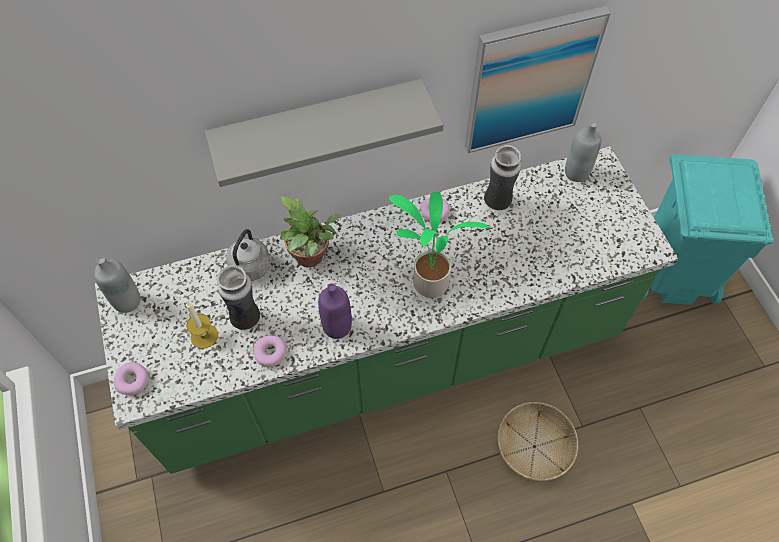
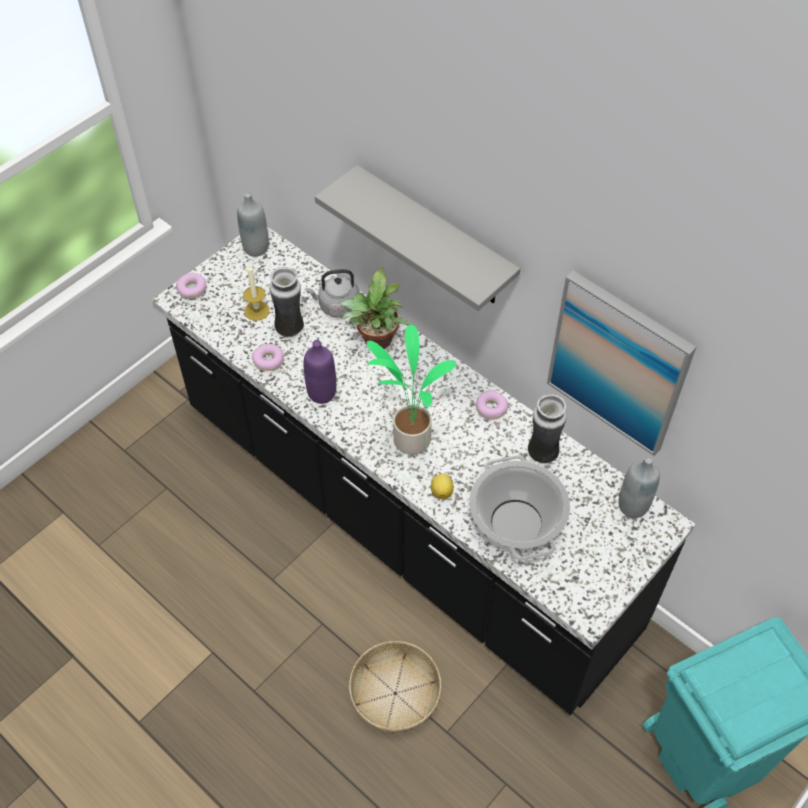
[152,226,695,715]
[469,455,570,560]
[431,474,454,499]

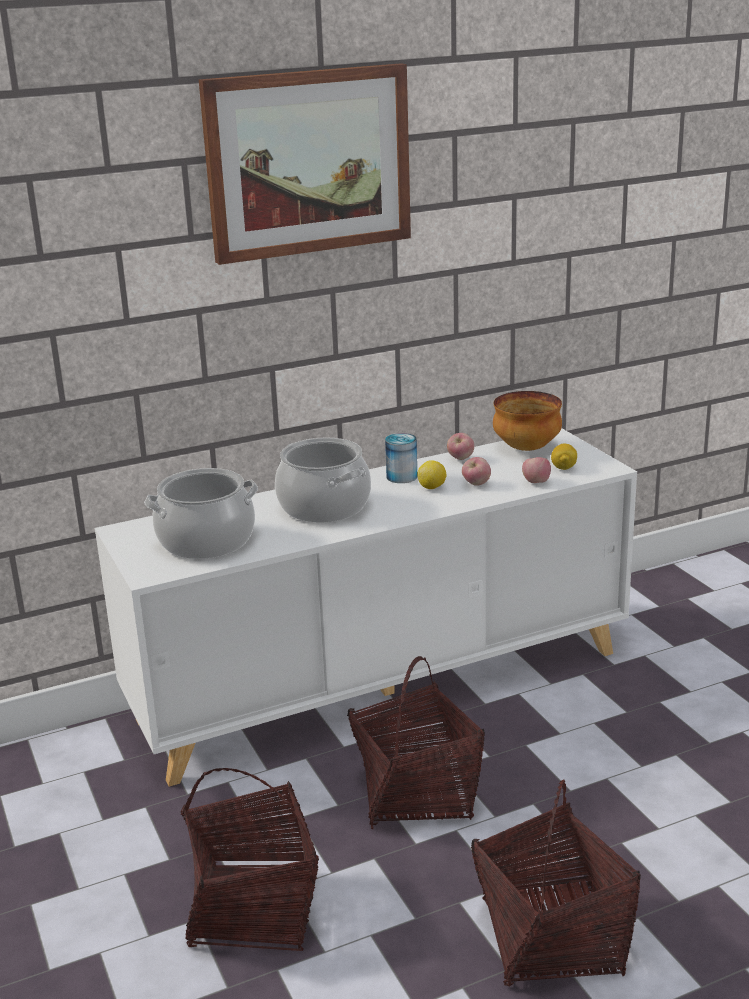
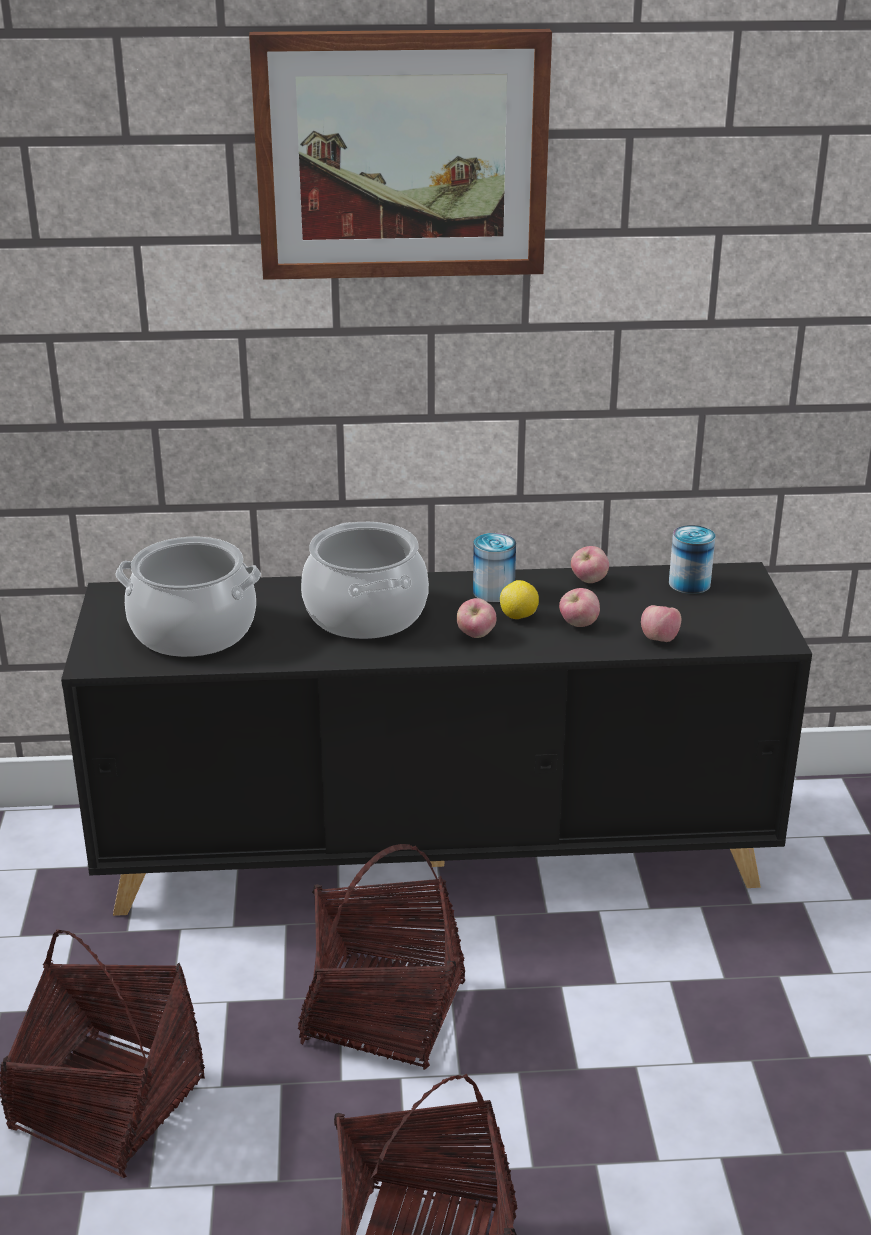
[669,525,716,594]
[61,562,812,916]
[551,444,577,470] (first image)
[457,598,496,638]

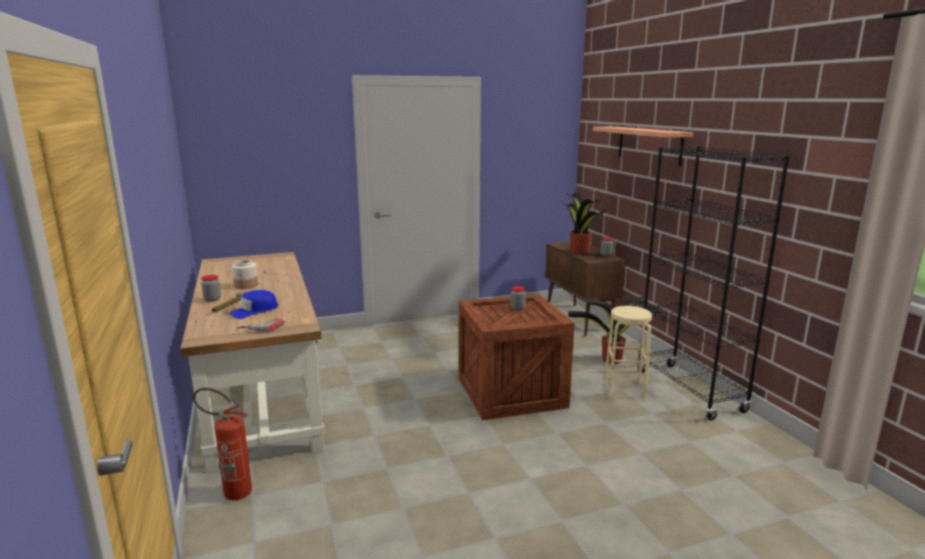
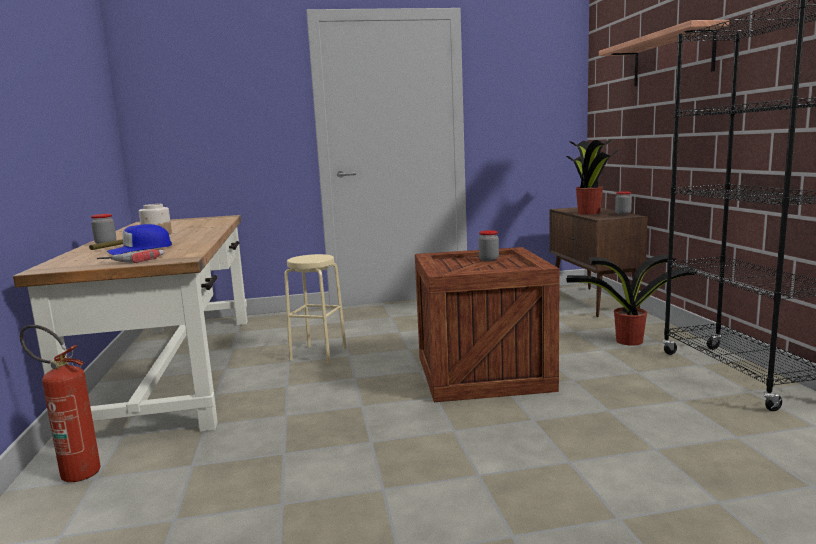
[284,254,347,363]

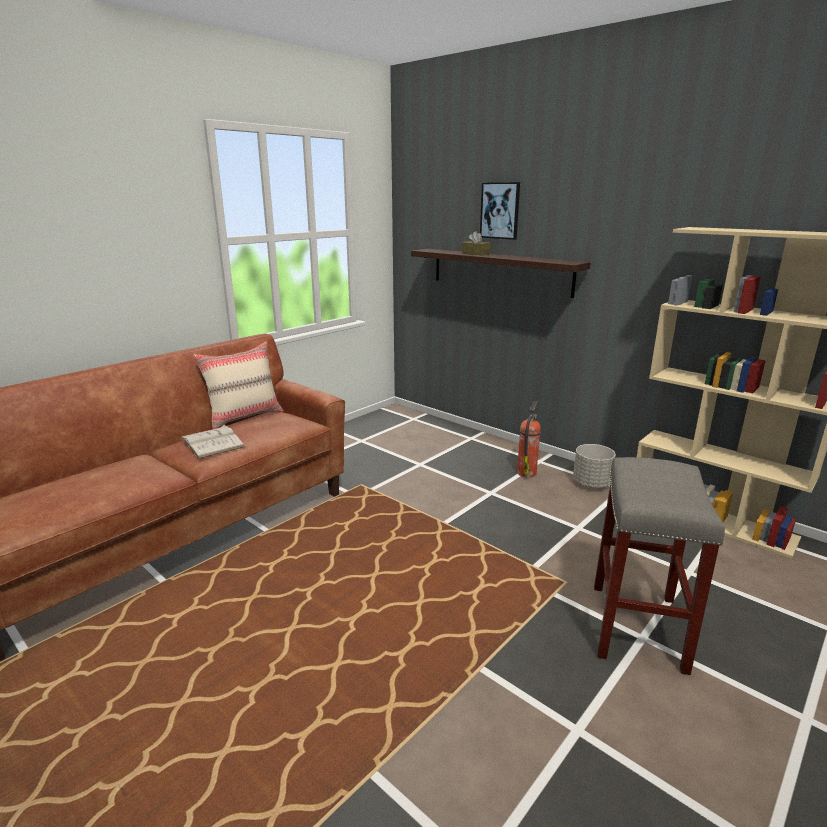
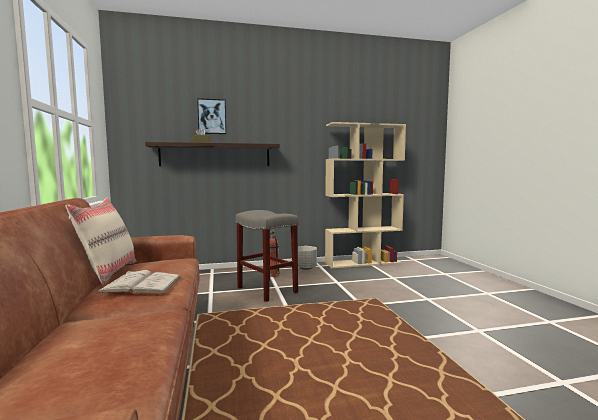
[236,210,299,302]

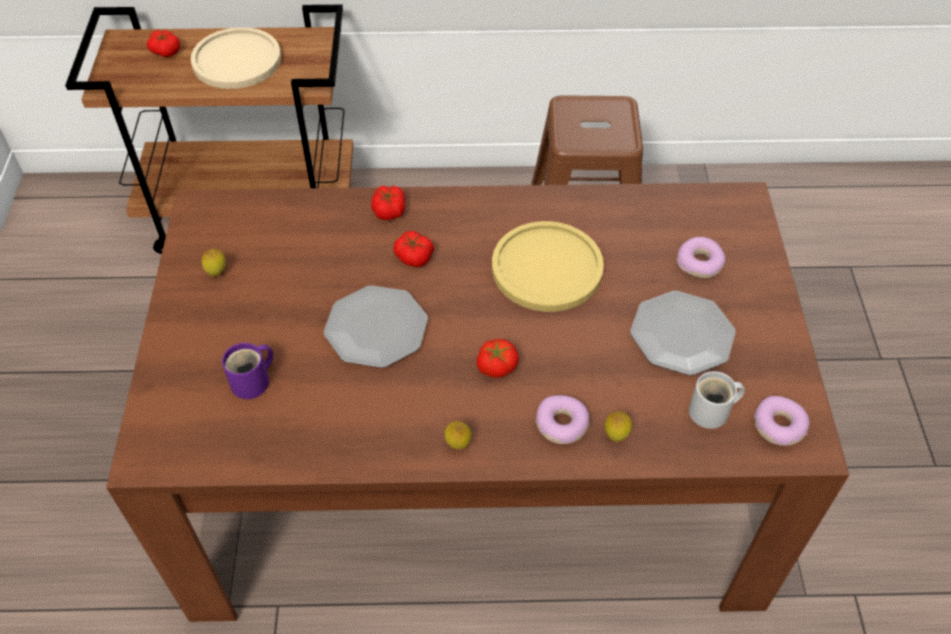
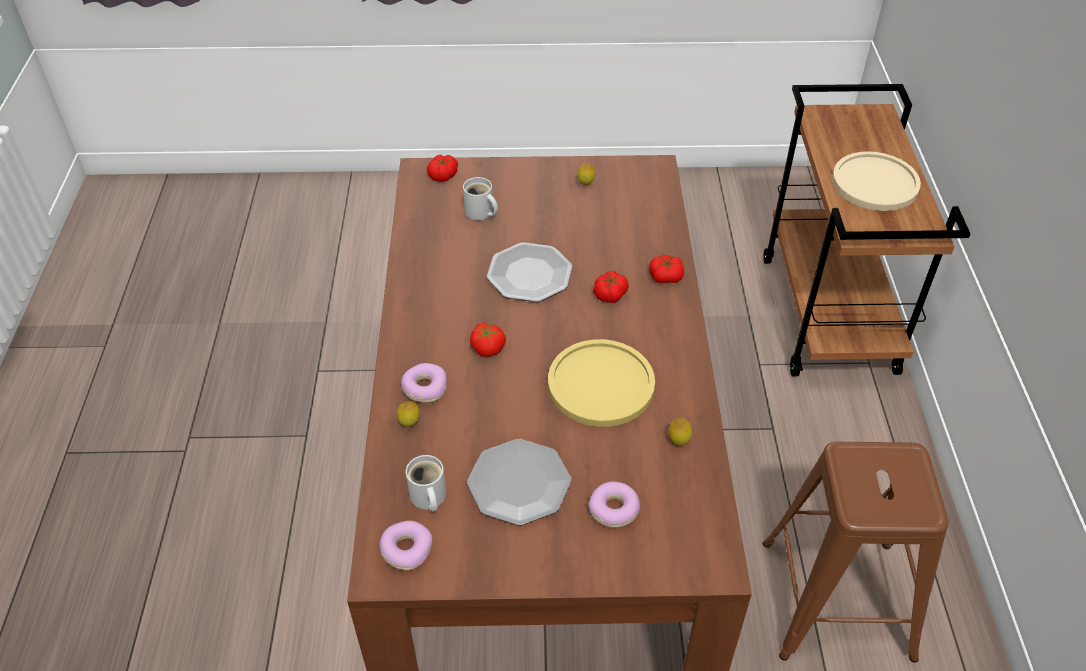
[427,154,458,182]
[463,177,498,221]
[669,418,692,446]

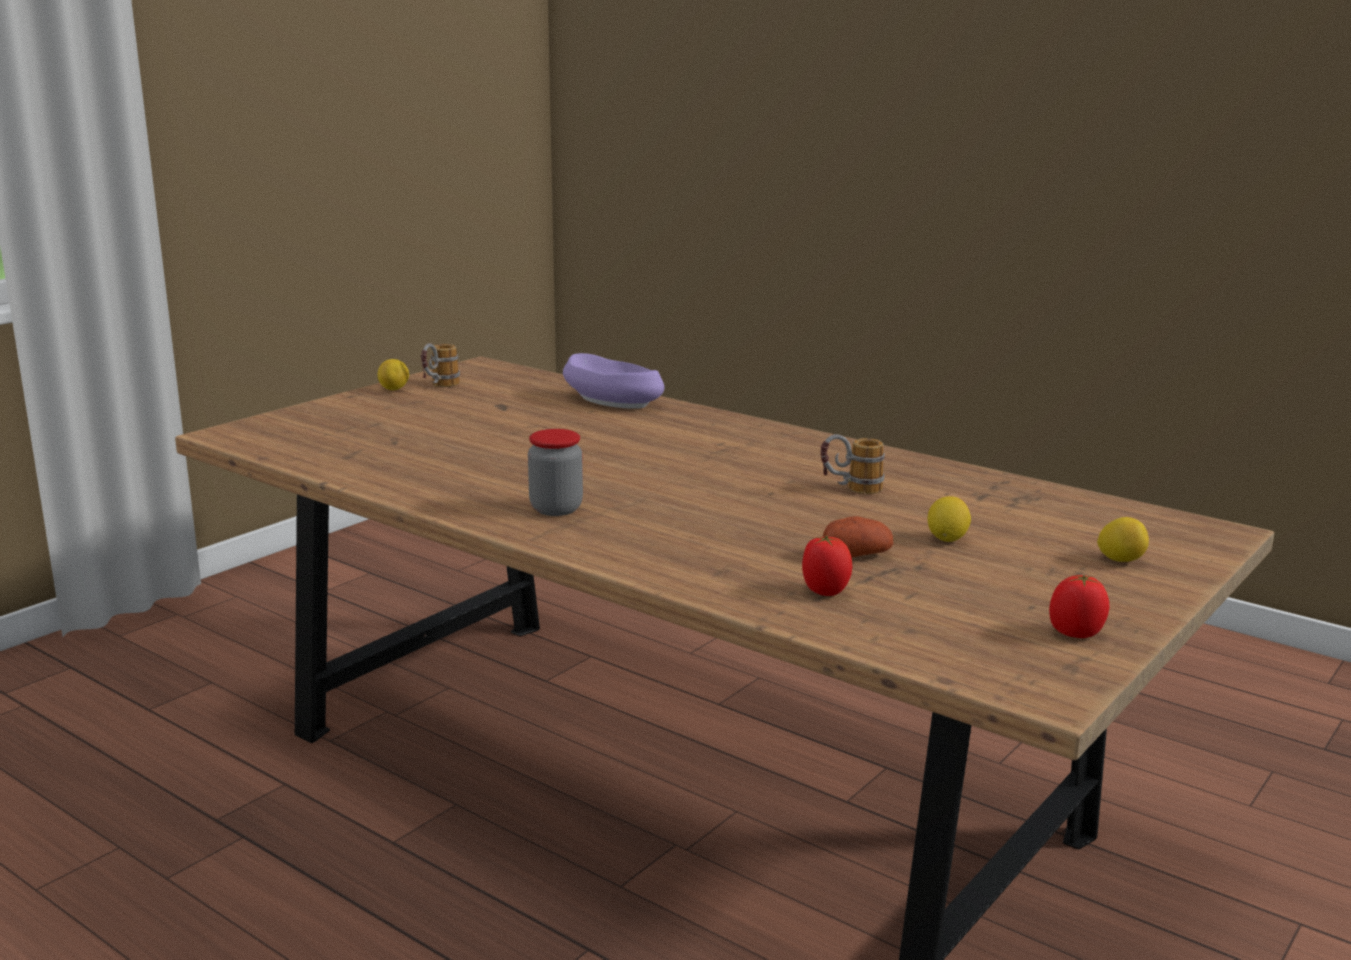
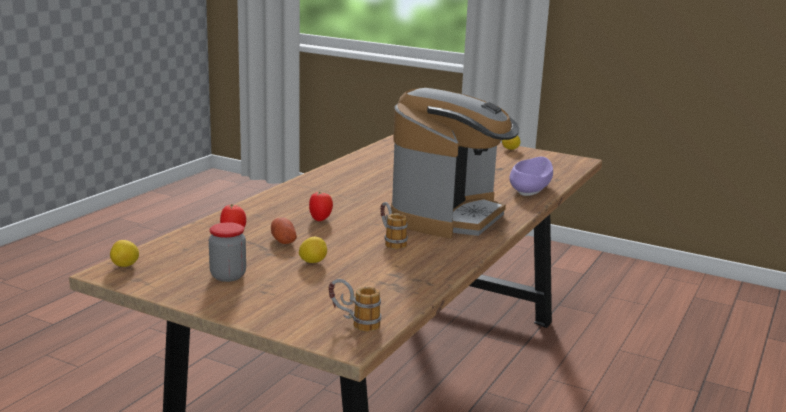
[329,279,381,332]
[209,222,246,282]
[110,240,139,267]
[309,192,333,221]
[391,88,519,238]

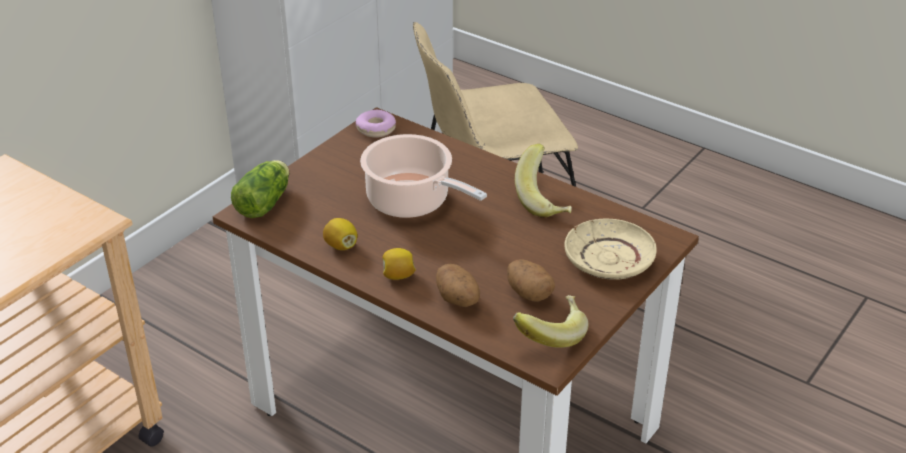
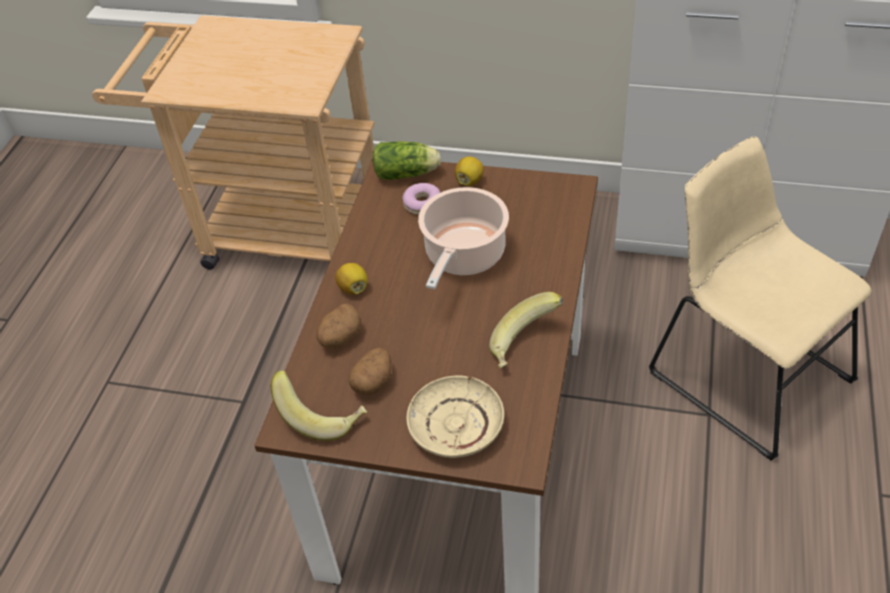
[402,183,440,215]
[455,156,484,186]

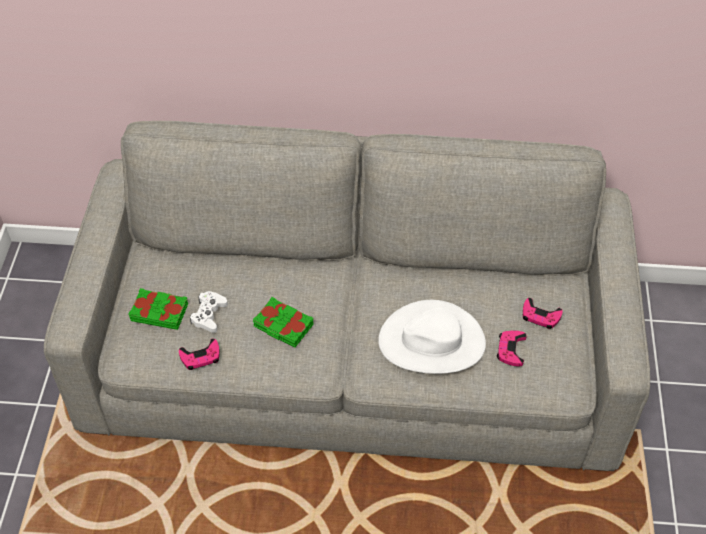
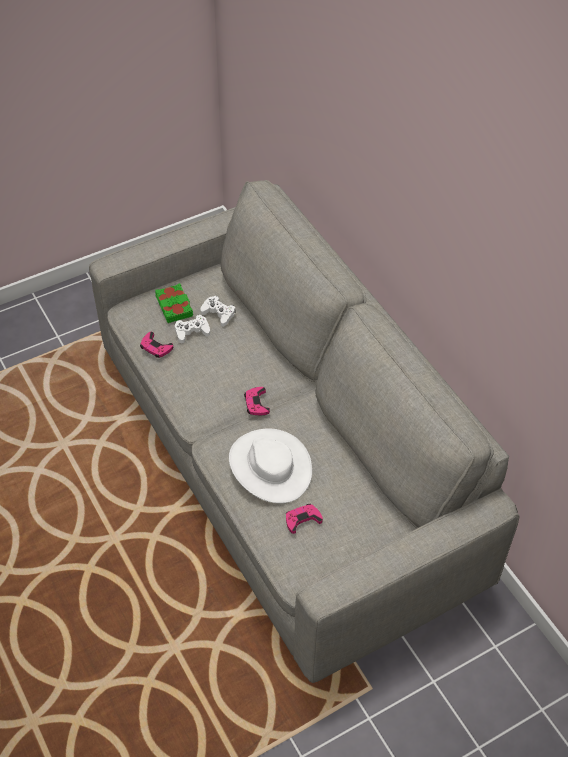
[253,297,314,348] (first image)
[244,387,270,416]
[200,296,236,327]

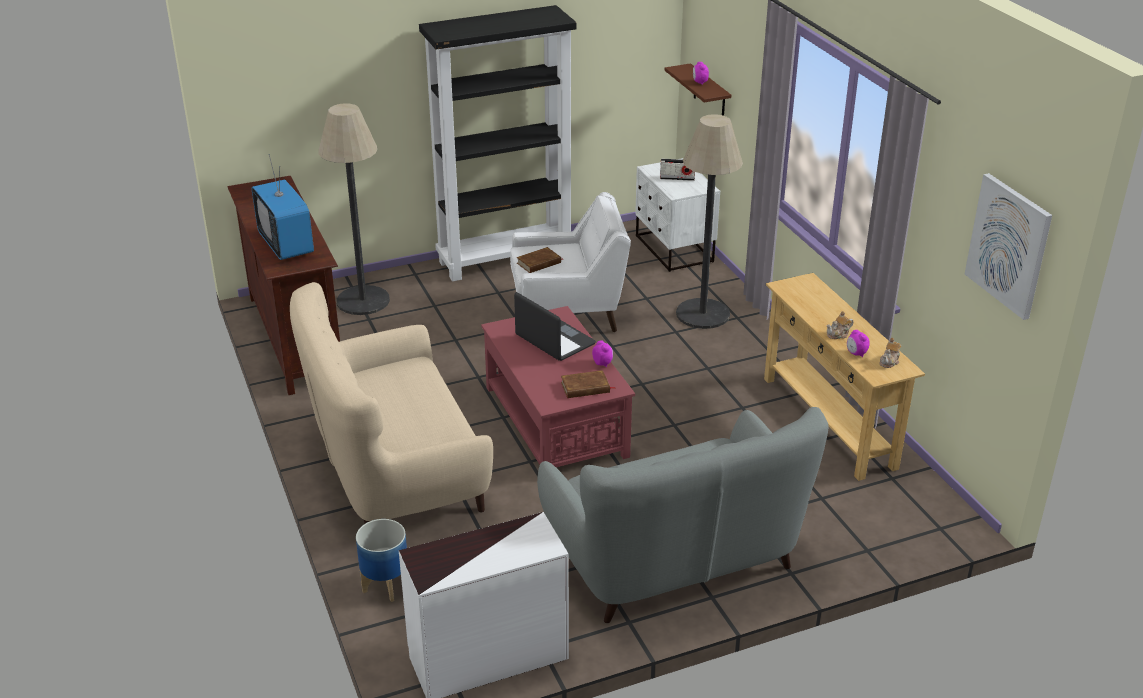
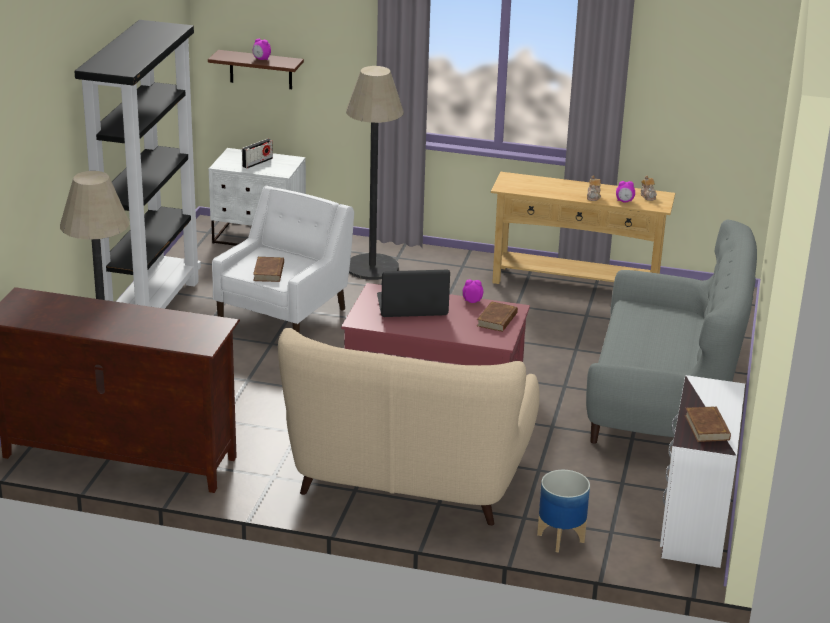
[252,154,314,260] (first image)
[965,173,1052,320] (first image)
[685,406,731,442]

